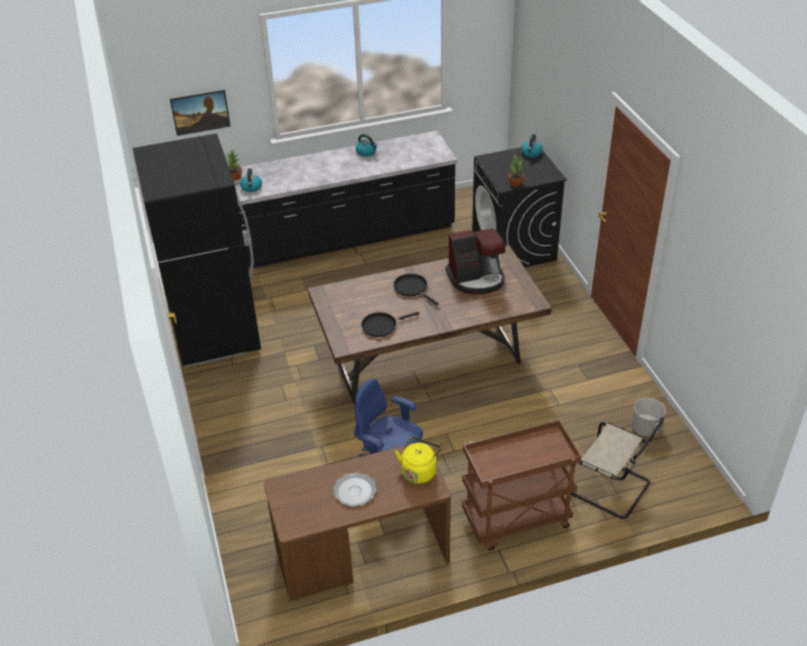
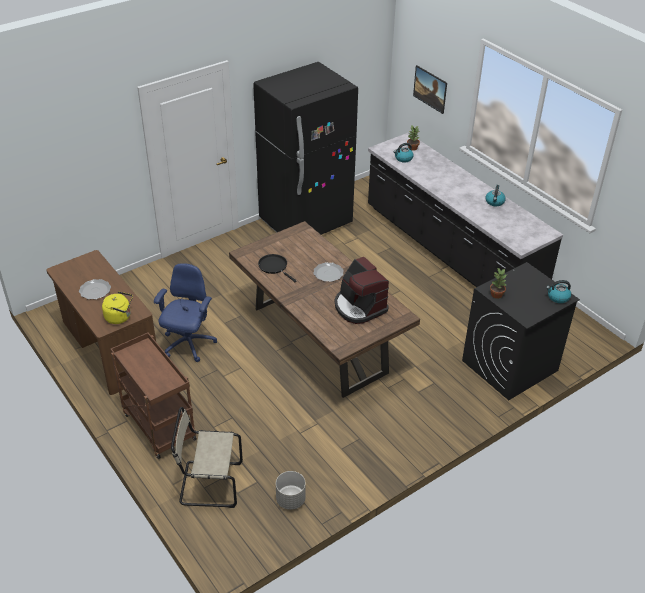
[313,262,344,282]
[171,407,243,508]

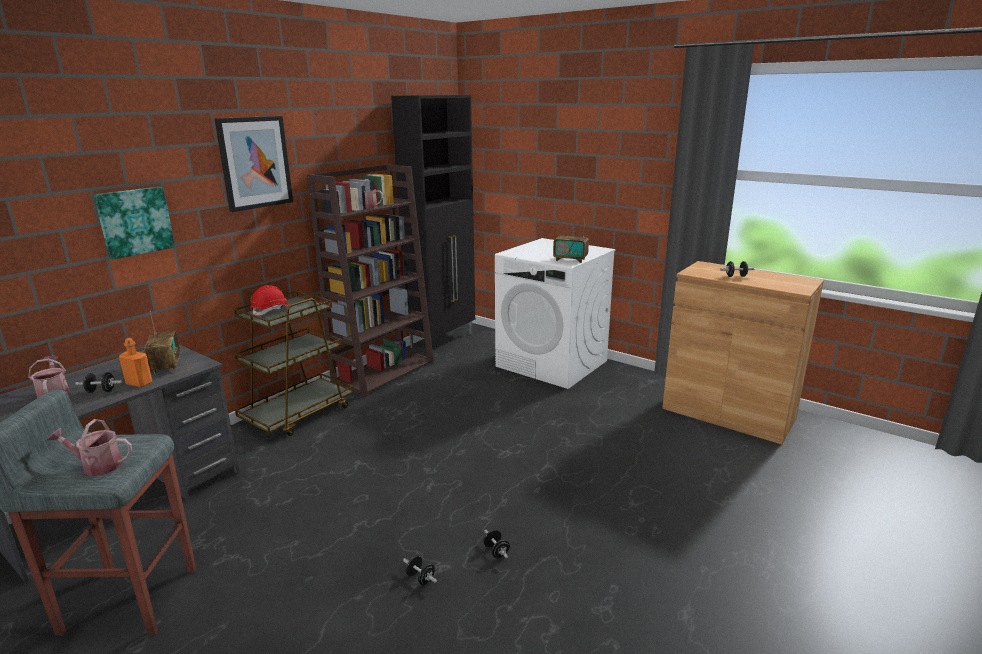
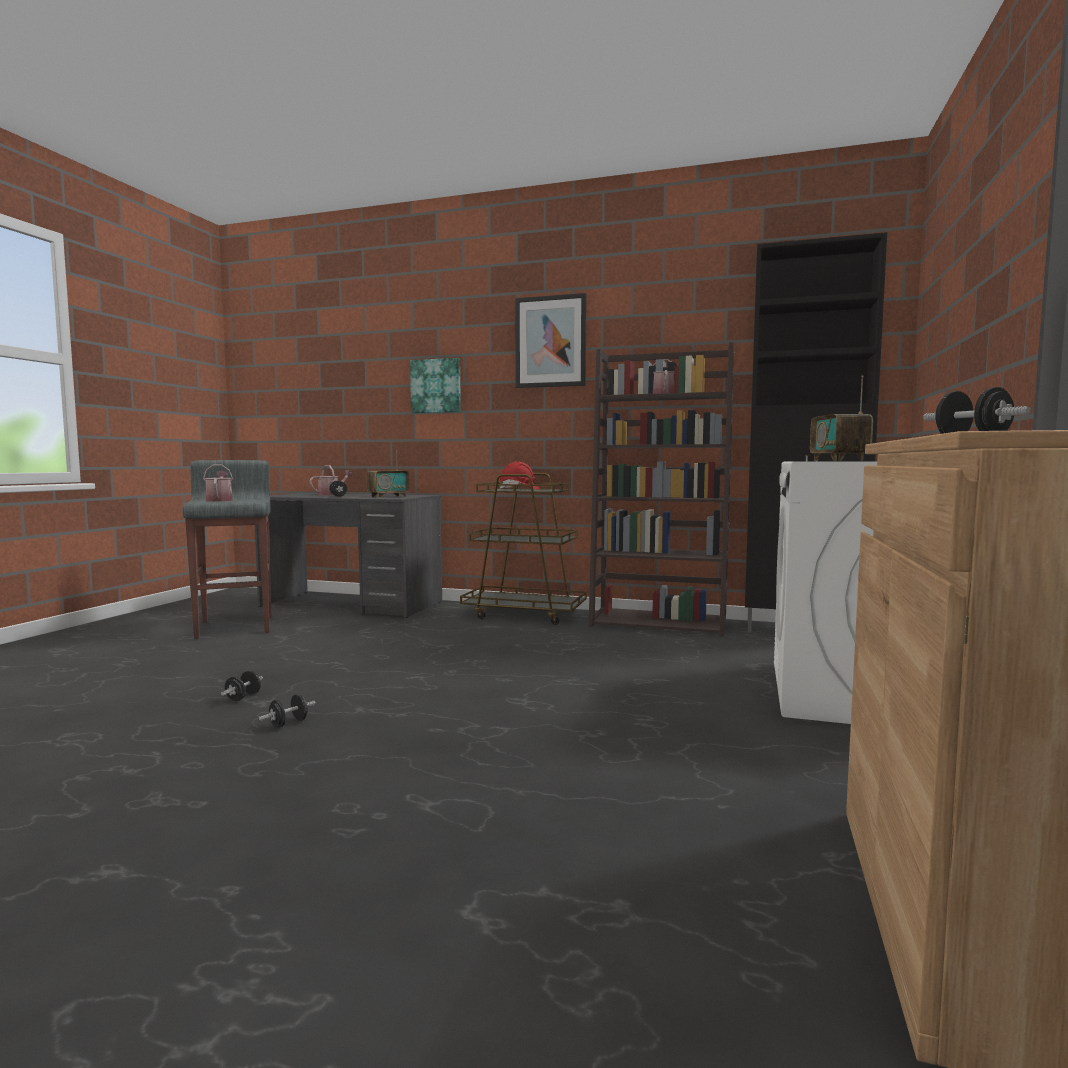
[119,338,152,387] (first image)

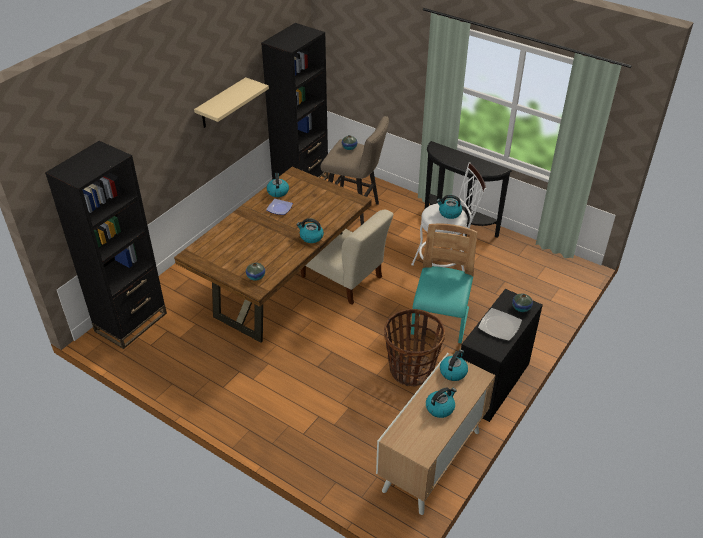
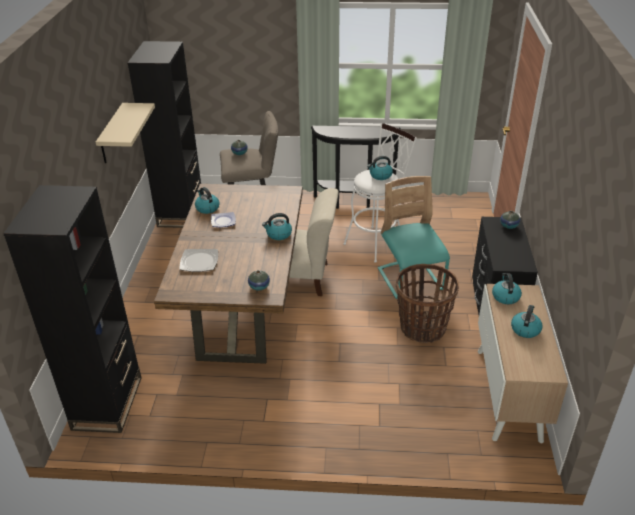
[179,249,218,272]

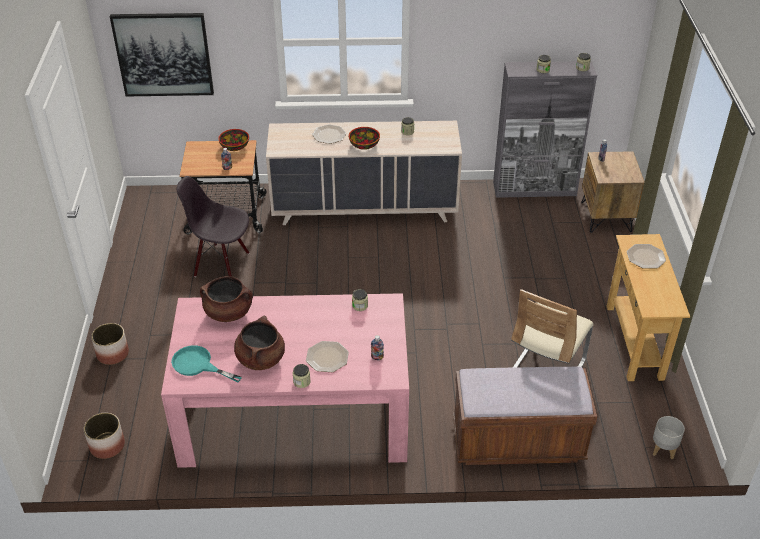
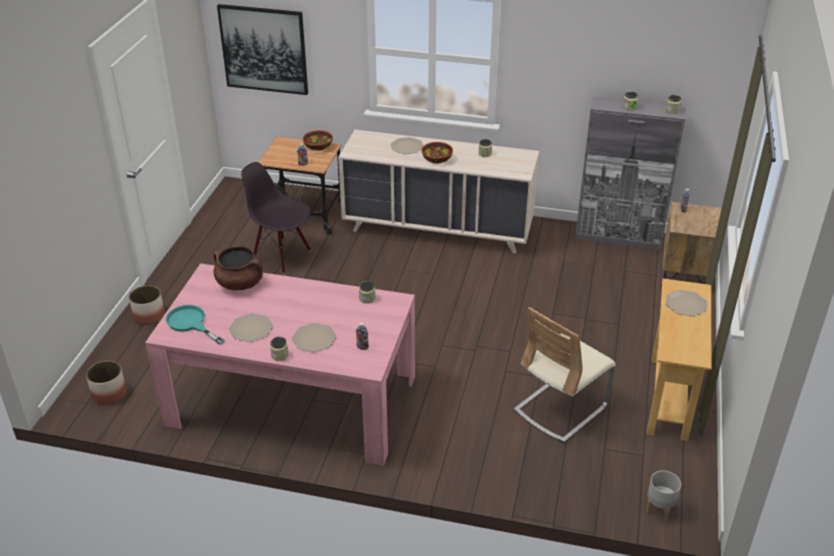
[229,313,273,342]
[453,367,597,465] (first image)

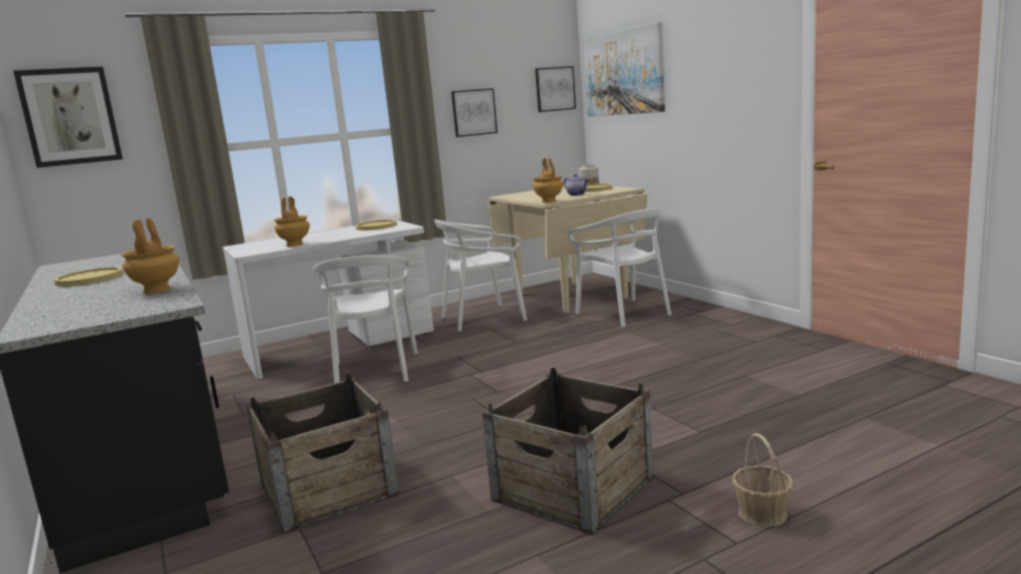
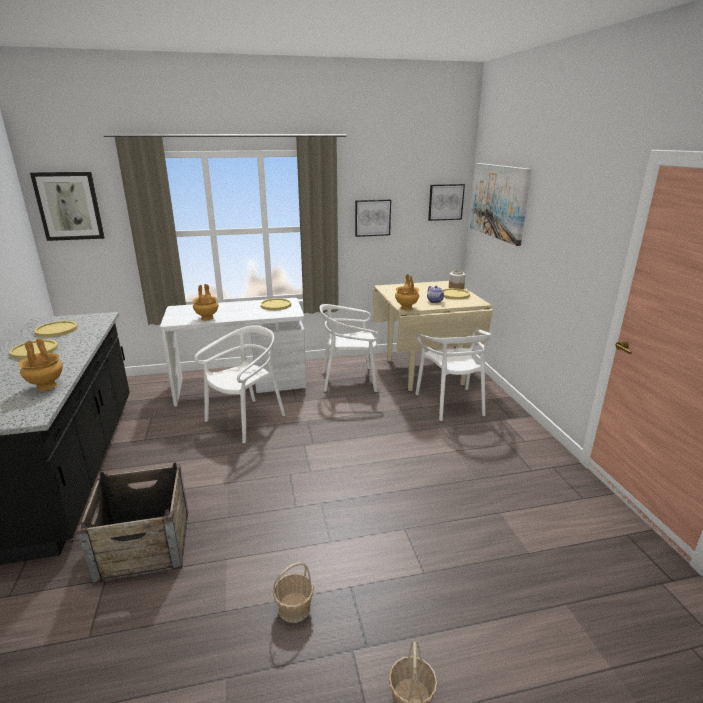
[195,325,285,443]
[273,562,314,623]
[34,321,78,337]

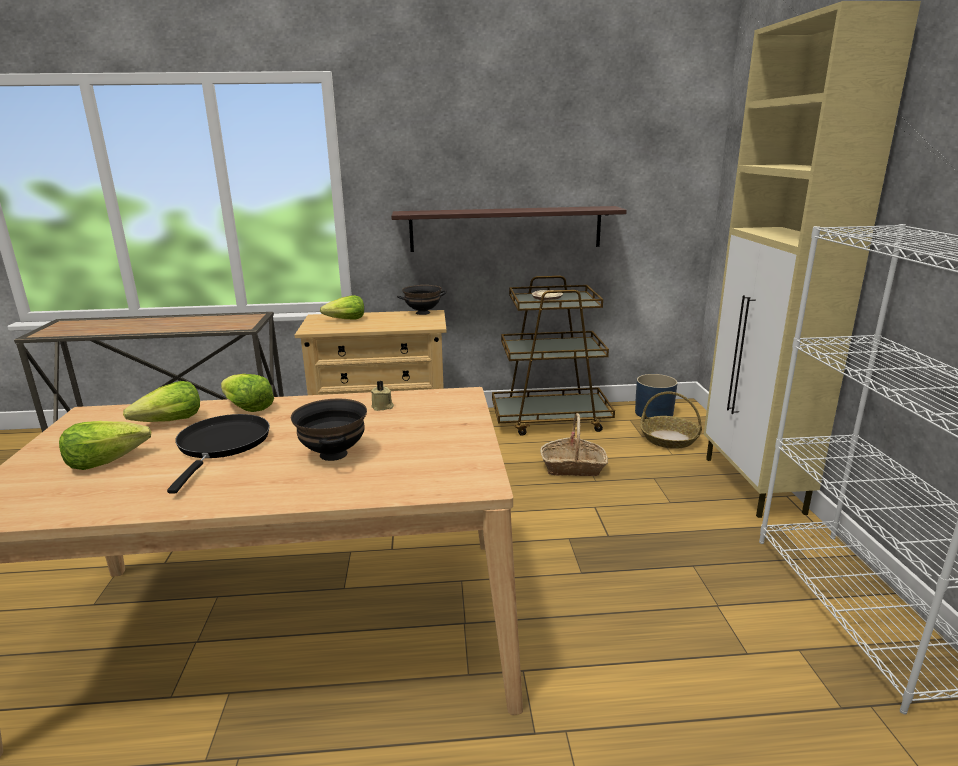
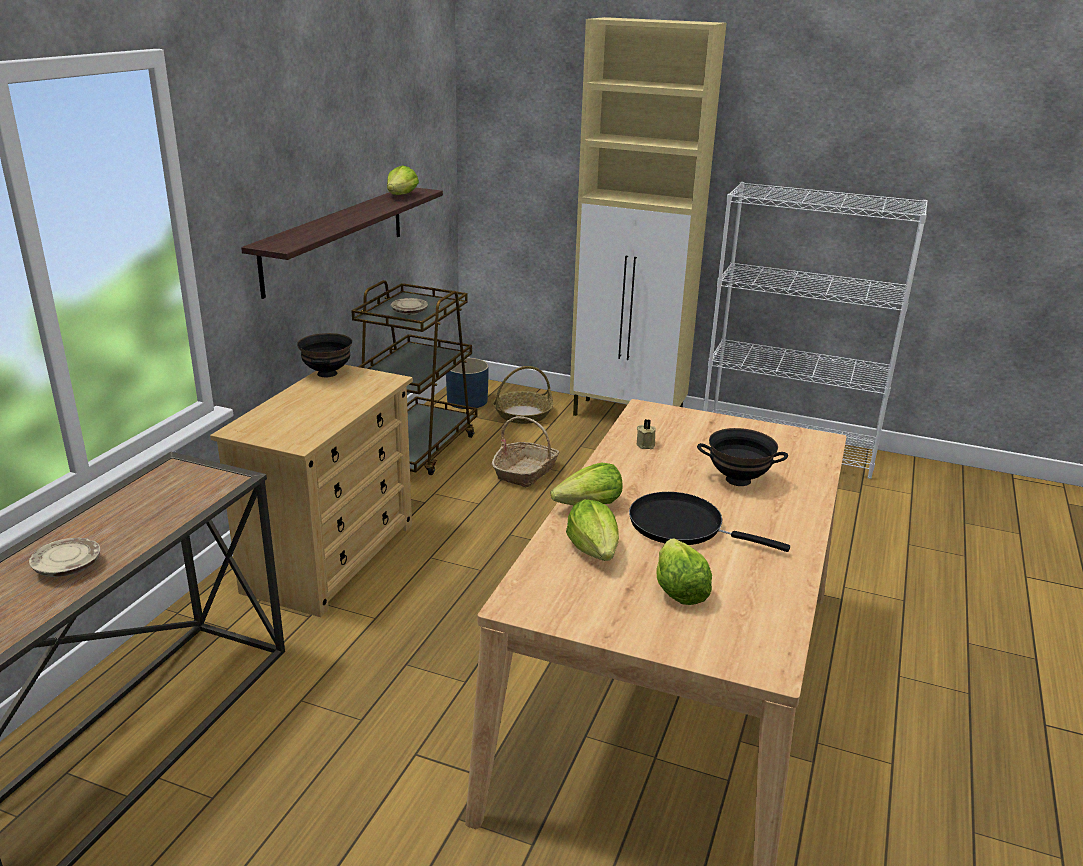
[387,165,419,195]
[29,538,100,577]

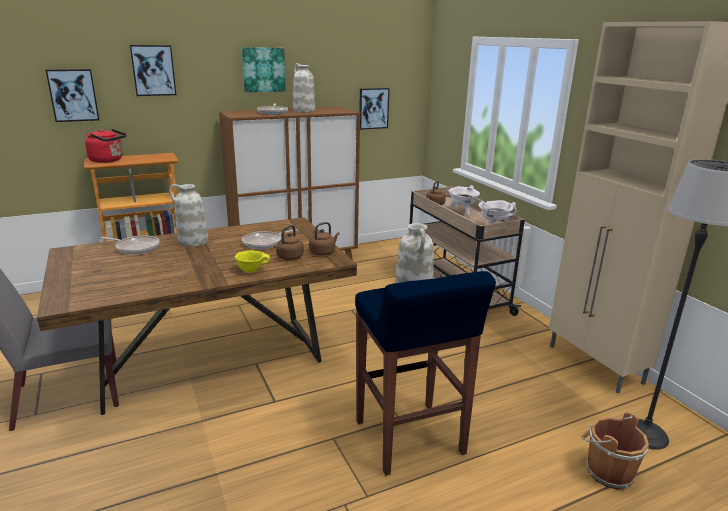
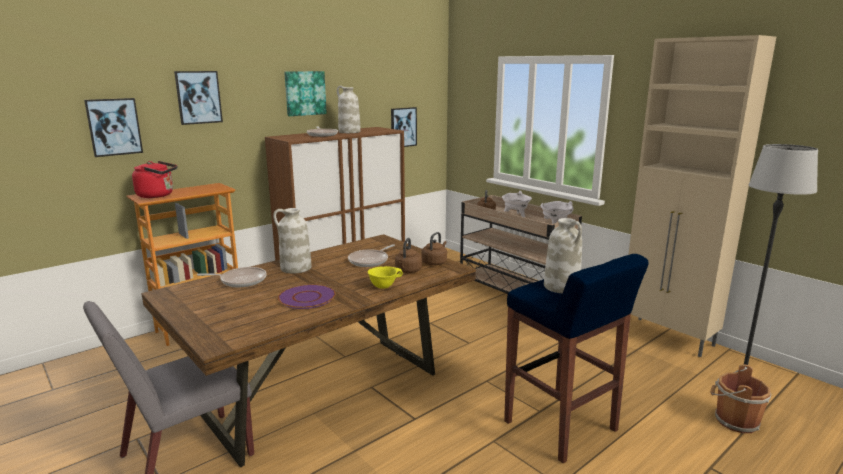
[278,284,336,309]

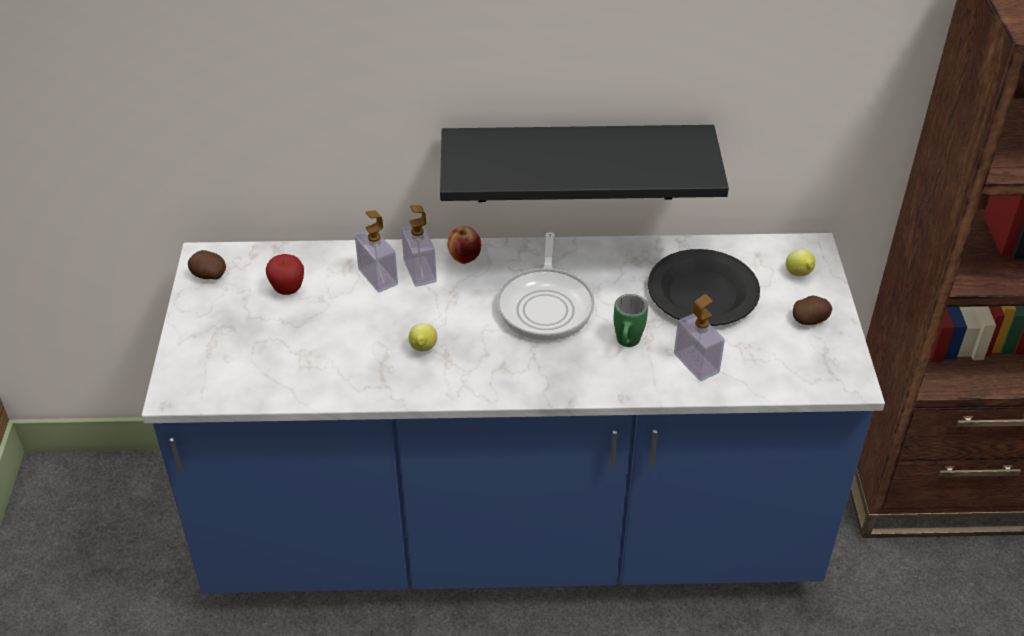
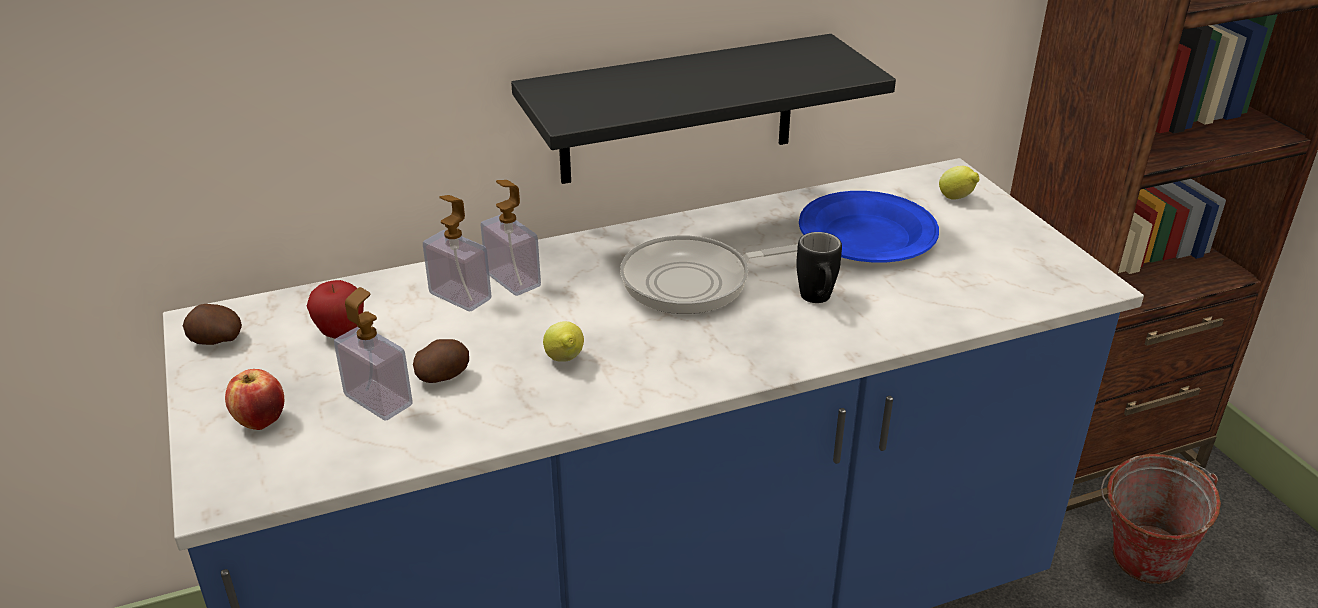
[225,369,284,430]
[620,235,798,314]
[799,191,939,263]
[796,232,842,303]
[334,287,413,421]
[413,339,469,383]
[1101,454,1221,584]

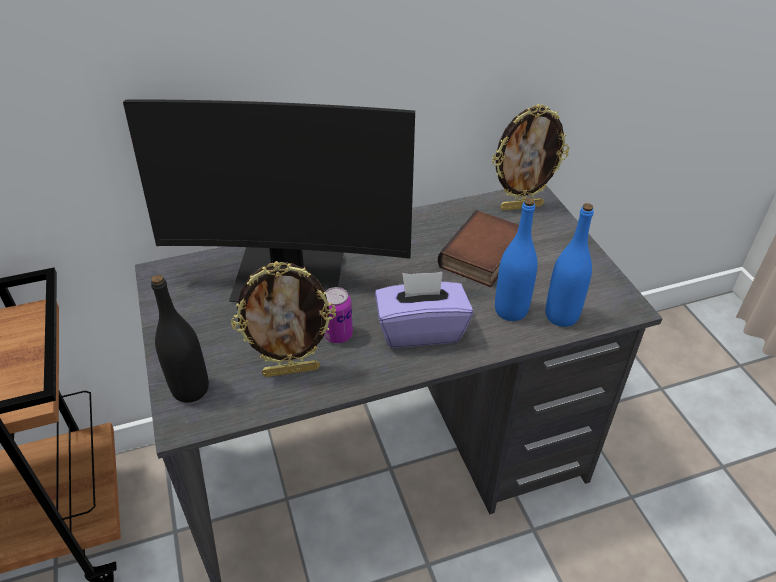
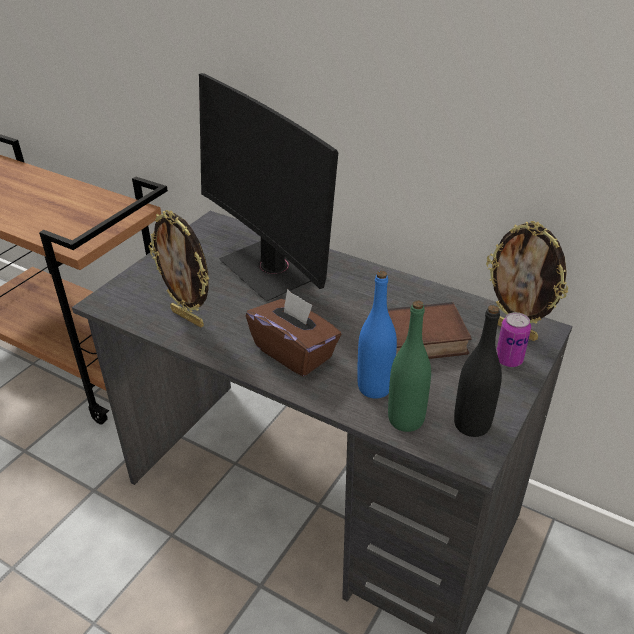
[388,300,431,432]
[246,289,341,377]
[454,305,502,437]
[496,312,531,367]

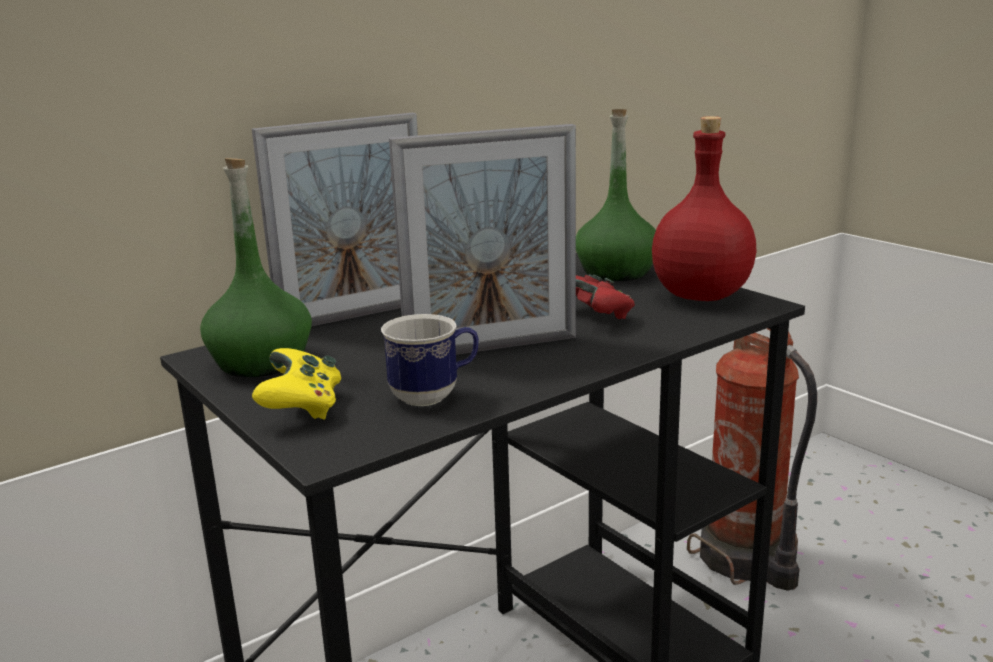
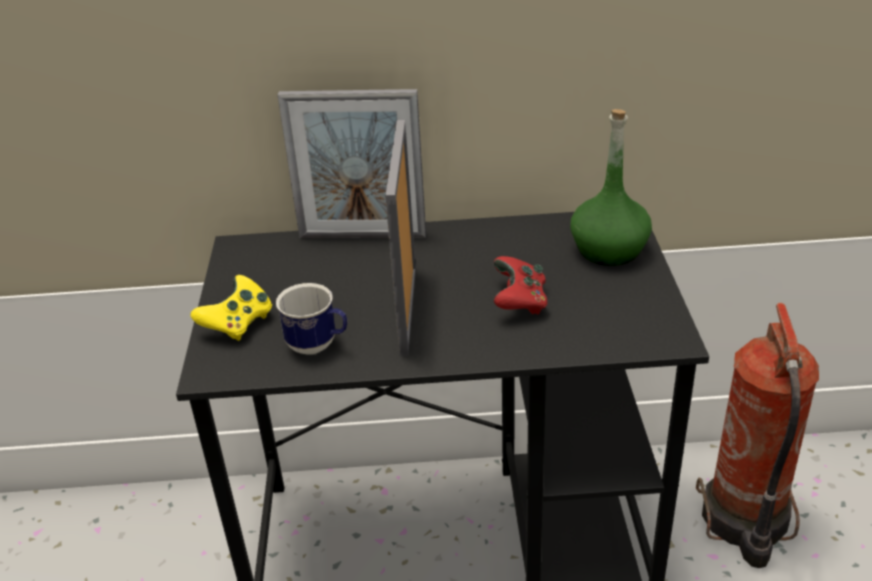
[652,116,757,301] (first image)
[385,120,416,356]
[200,158,312,377] (first image)

